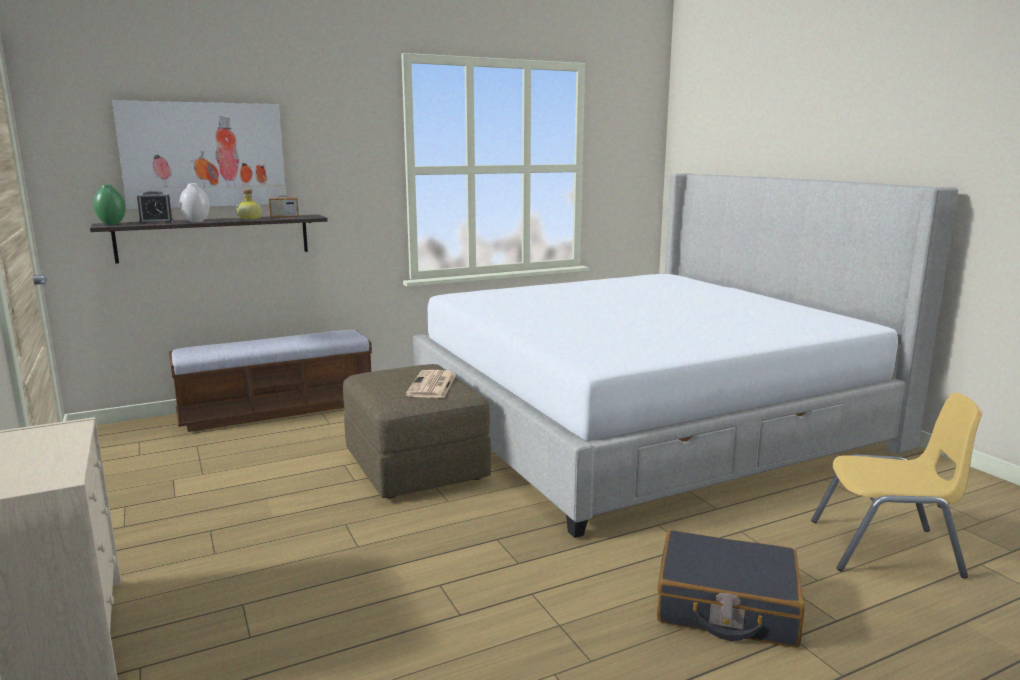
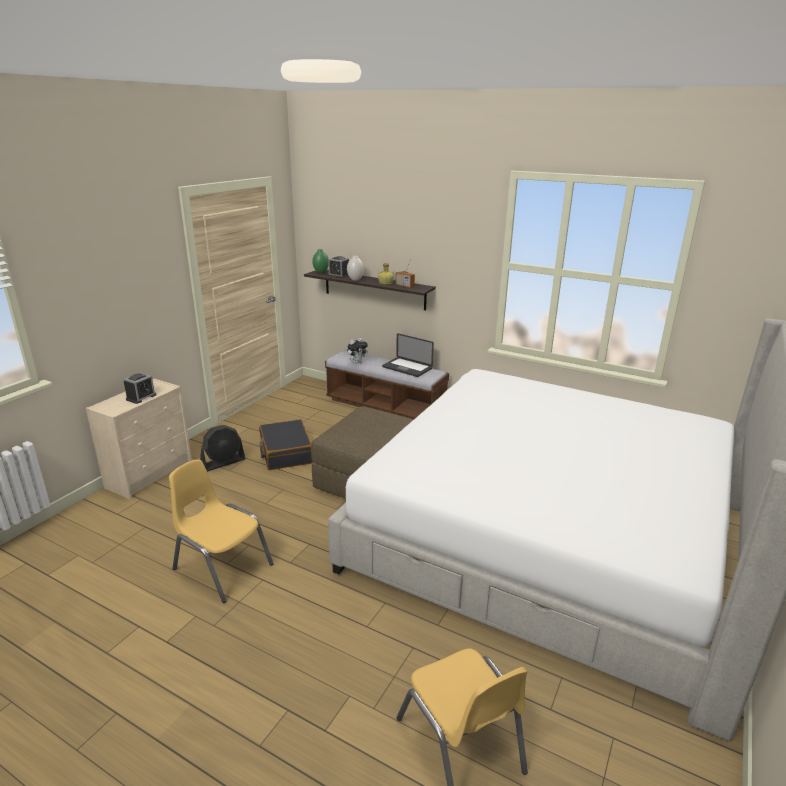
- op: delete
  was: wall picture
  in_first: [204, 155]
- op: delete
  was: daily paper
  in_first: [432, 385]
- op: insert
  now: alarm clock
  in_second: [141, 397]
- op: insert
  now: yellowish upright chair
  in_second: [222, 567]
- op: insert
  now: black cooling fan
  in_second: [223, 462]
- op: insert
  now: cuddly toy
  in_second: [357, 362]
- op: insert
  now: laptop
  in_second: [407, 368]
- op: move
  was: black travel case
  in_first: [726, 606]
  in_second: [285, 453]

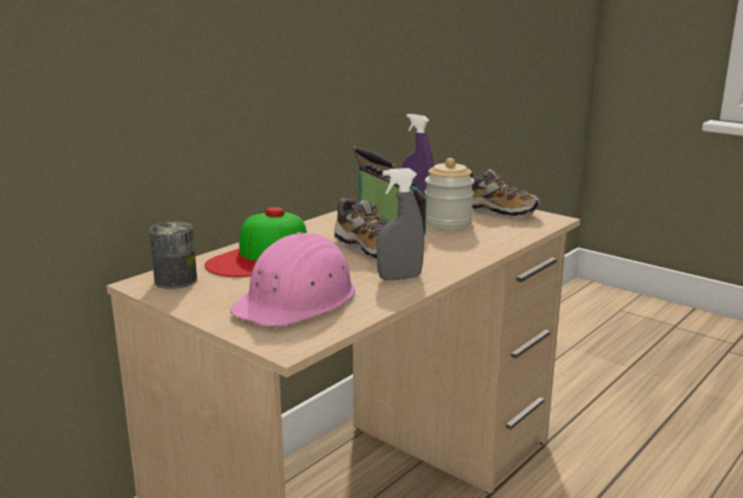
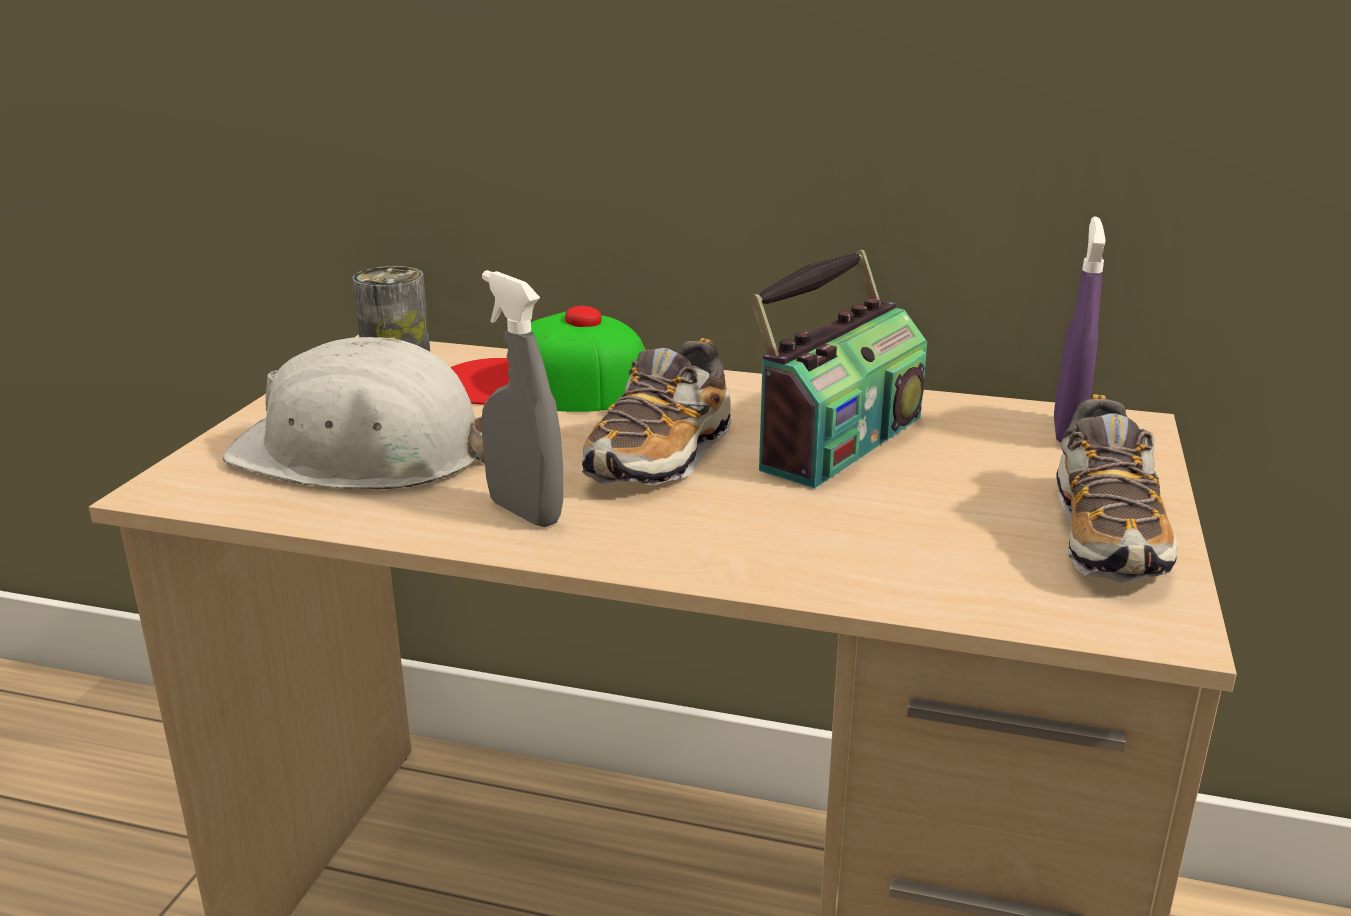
- op: delete
  was: storage jar
  in_first: [448, 222]
- op: recolor
  was: pink-coloured safety helmet
  now: white safety helmet
  in_first: [297, 299]
  in_second: [363, 453]

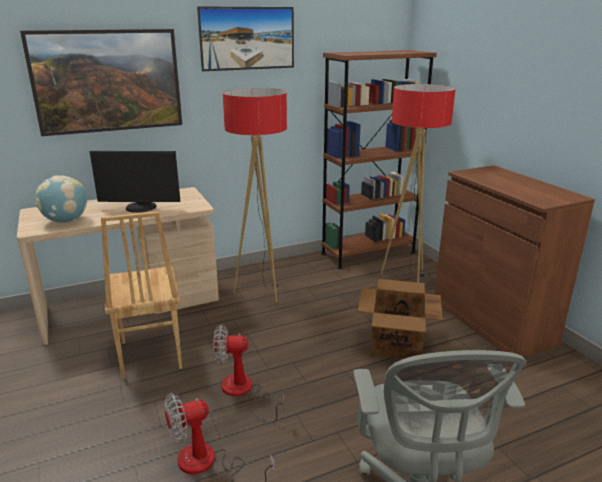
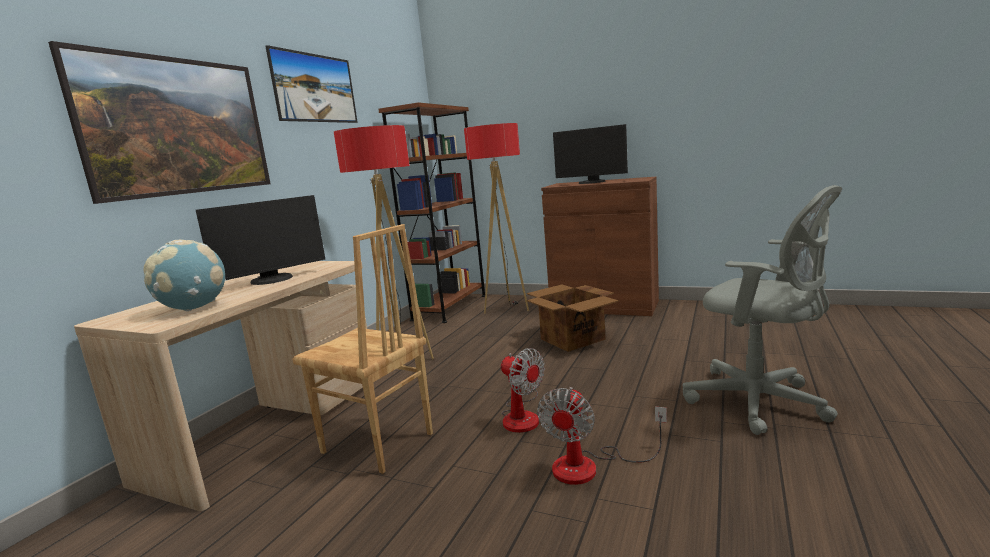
- op: insert
  now: computer display
  in_second: [591, 182]
- op: rotate
  was: cooling fan
  in_first: [243, 392]
  in_second: [522, 415]
  clockwise: -90

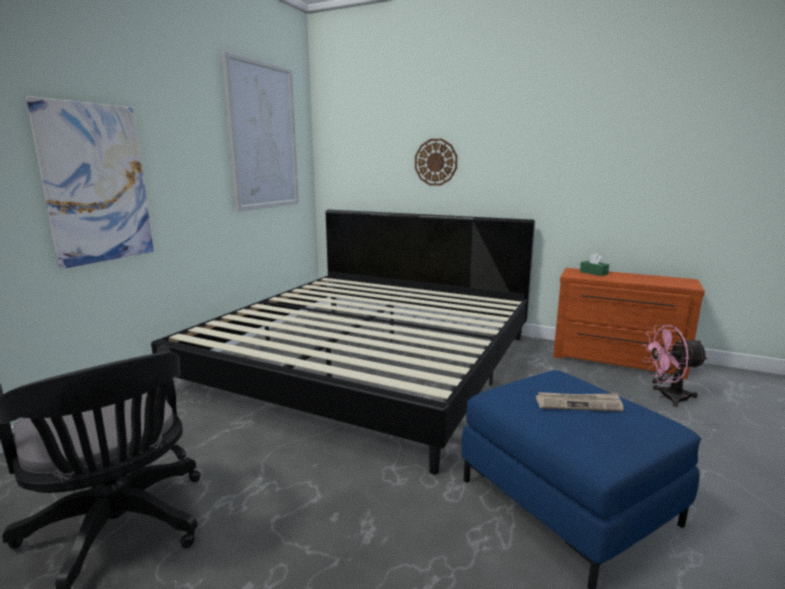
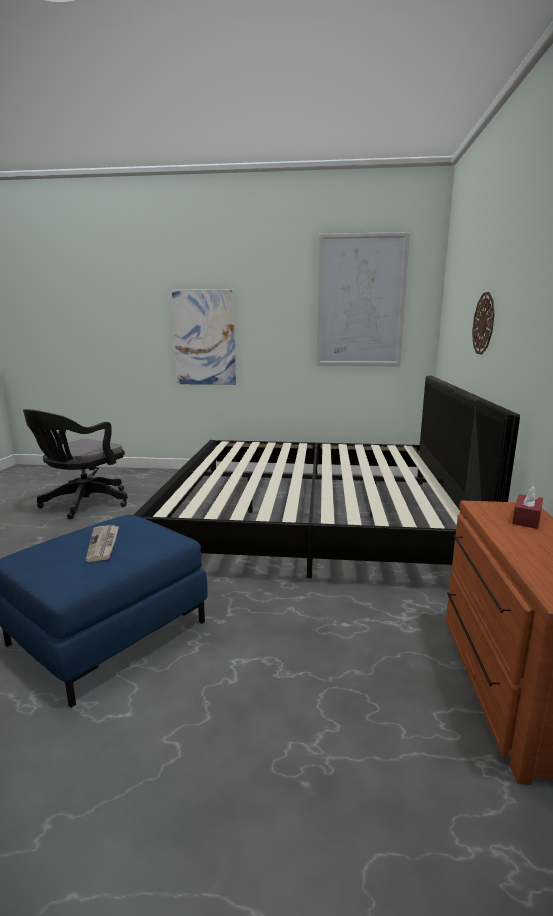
- op: delete
  was: pink-coloured cooling fan
  in_first: [667, 397]
- op: recolor
  was: green-coloured tissue box
  now: red tissue box
  in_first: [593, 273]
  in_second: [526, 519]

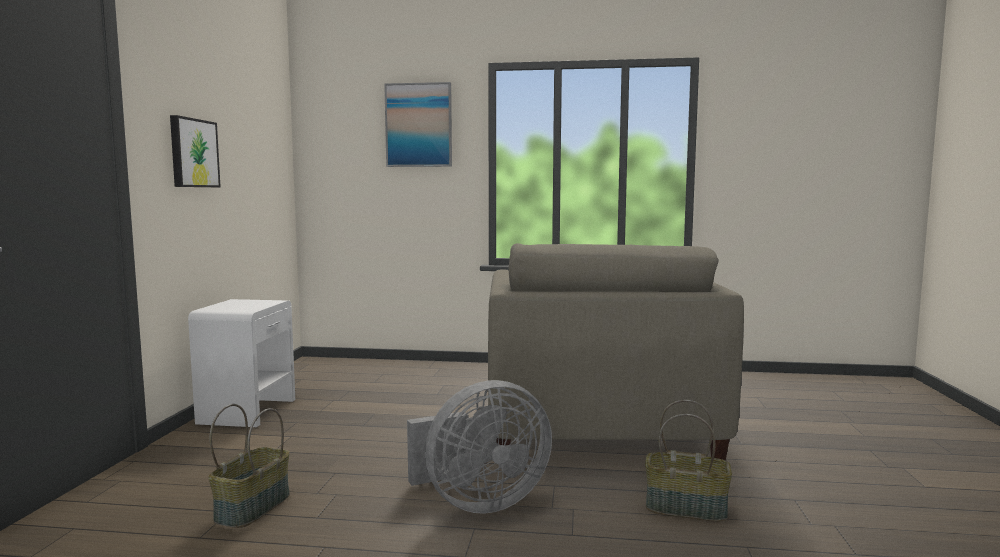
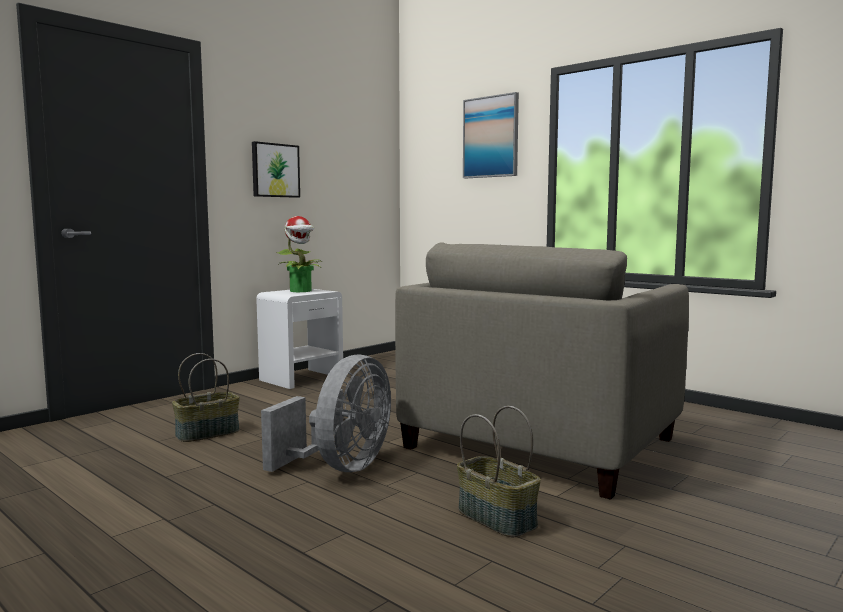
- op: insert
  now: plant in a pot
  in_second: [301, 291]
- op: rotate
  was: grey cooling fan
  in_first: [478, 502]
  in_second: [341, 467]
  clockwise: -75

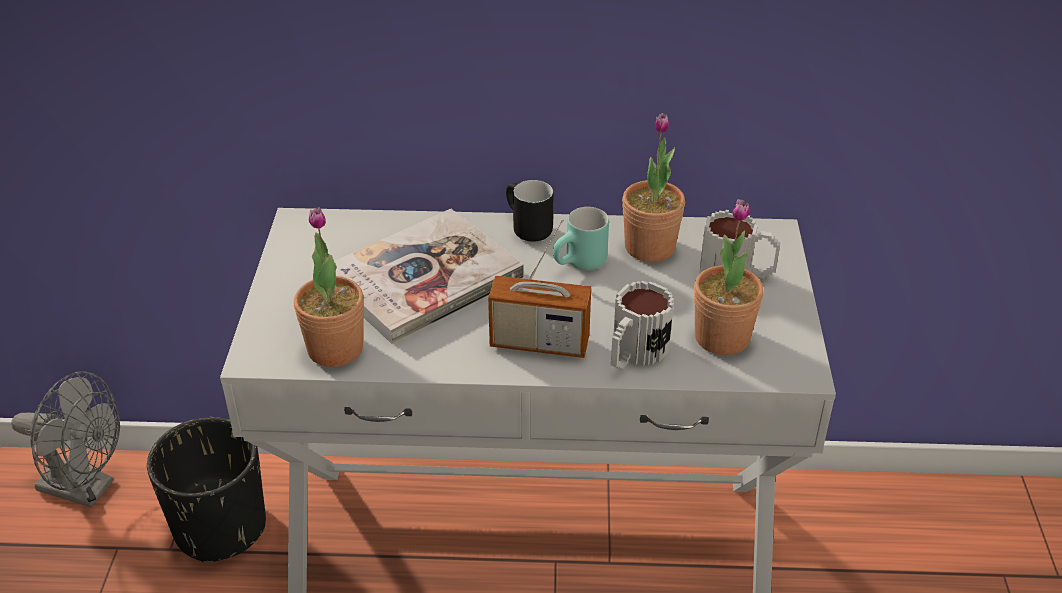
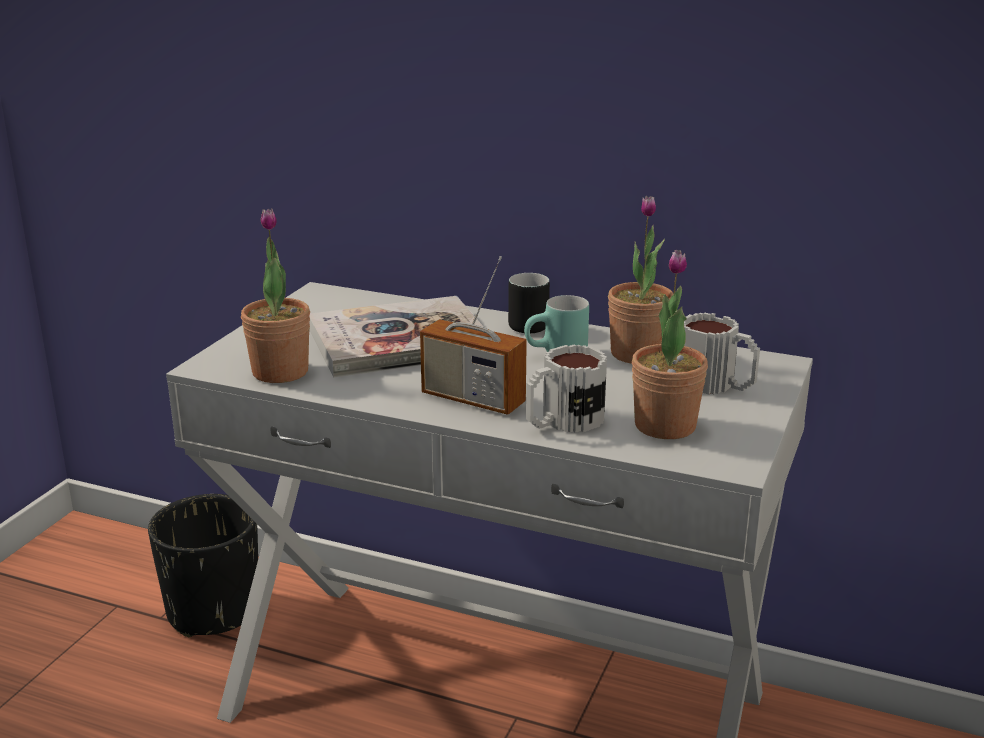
- op: delete
  was: grey cooling fan
  in_first: [86, 489]

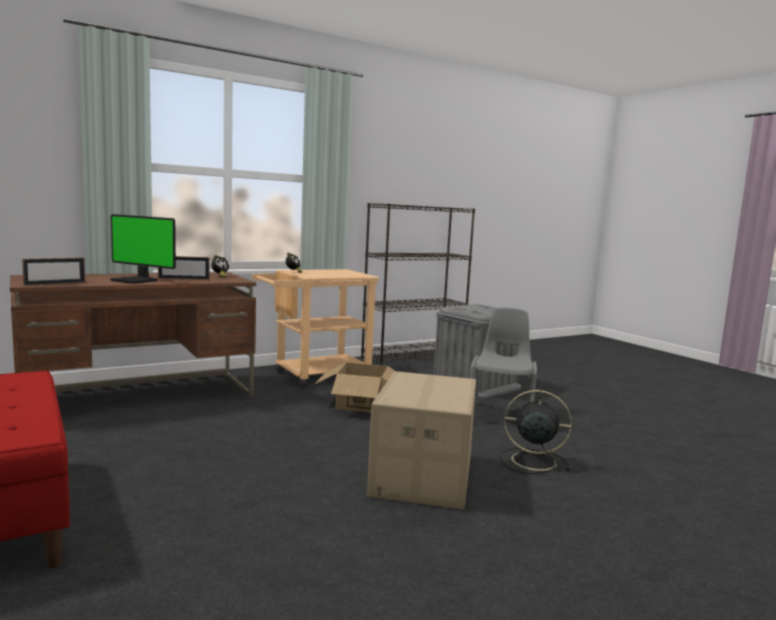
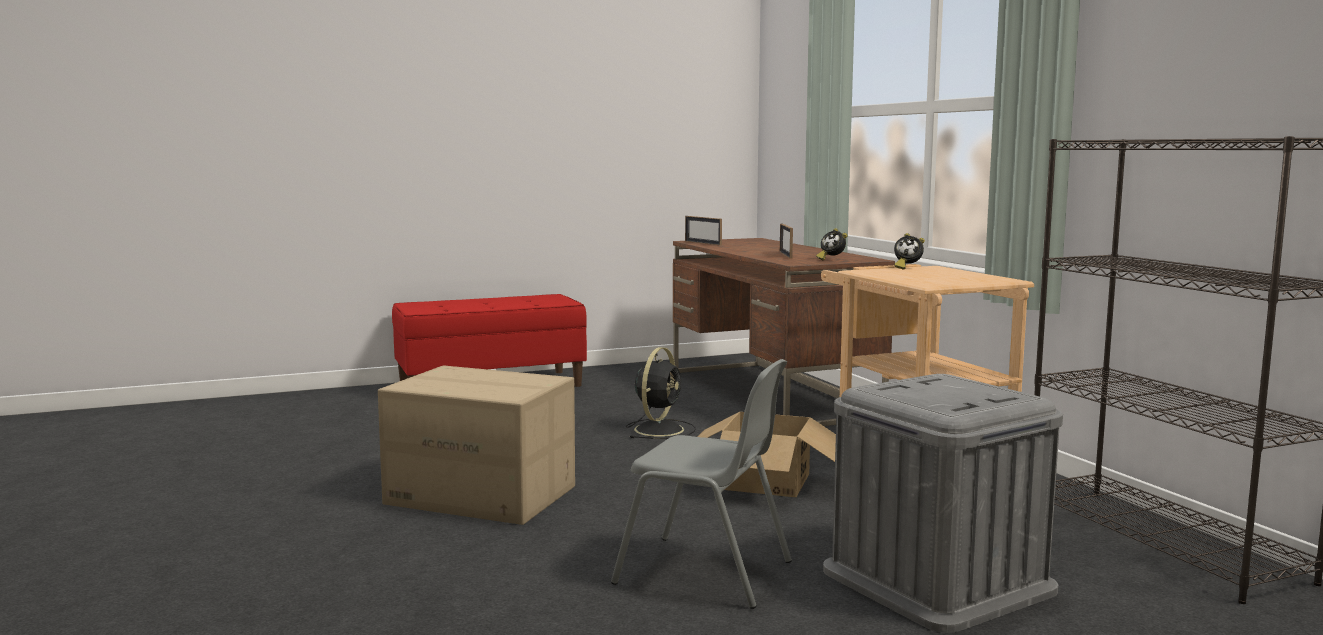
- op: delete
  was: computer display
  in_first: [136, 280]
- op: move
  was: black cooling fan
  in_first: [531, 461]
  in_second: [660, 429]

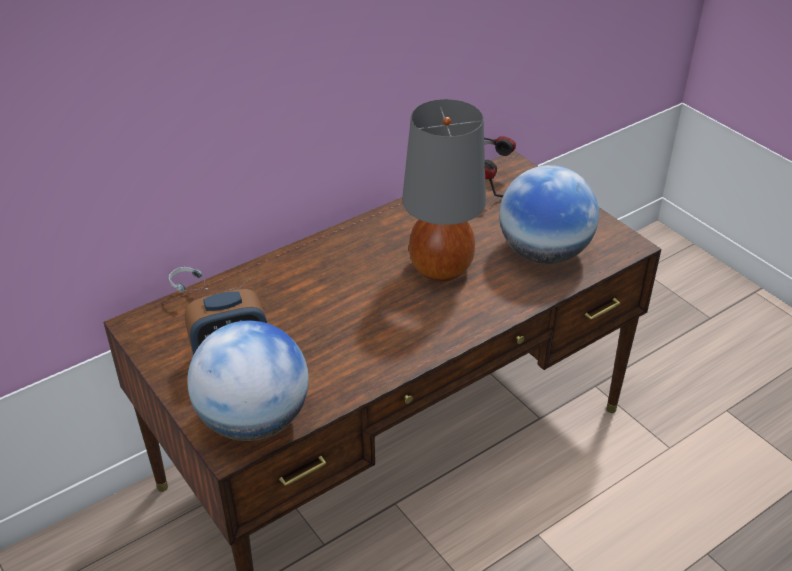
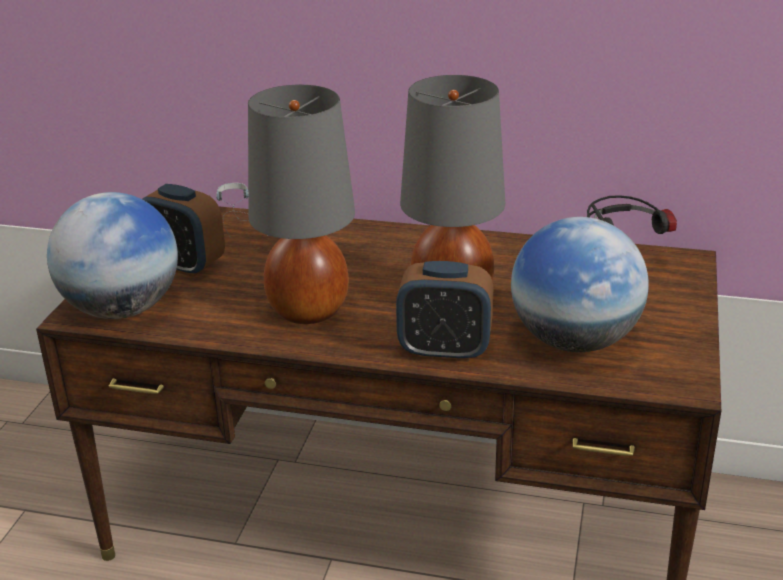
- op: insert
  now: grey tabletop lamp
  in_second: [307, 311]
- op: insert
  now: alarm clock
  in_second: [444, 350]

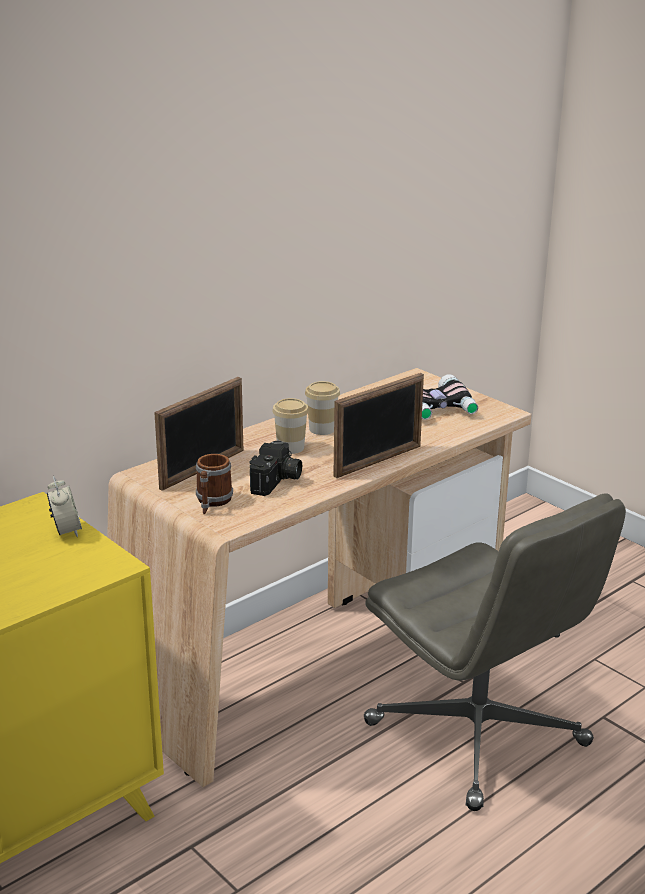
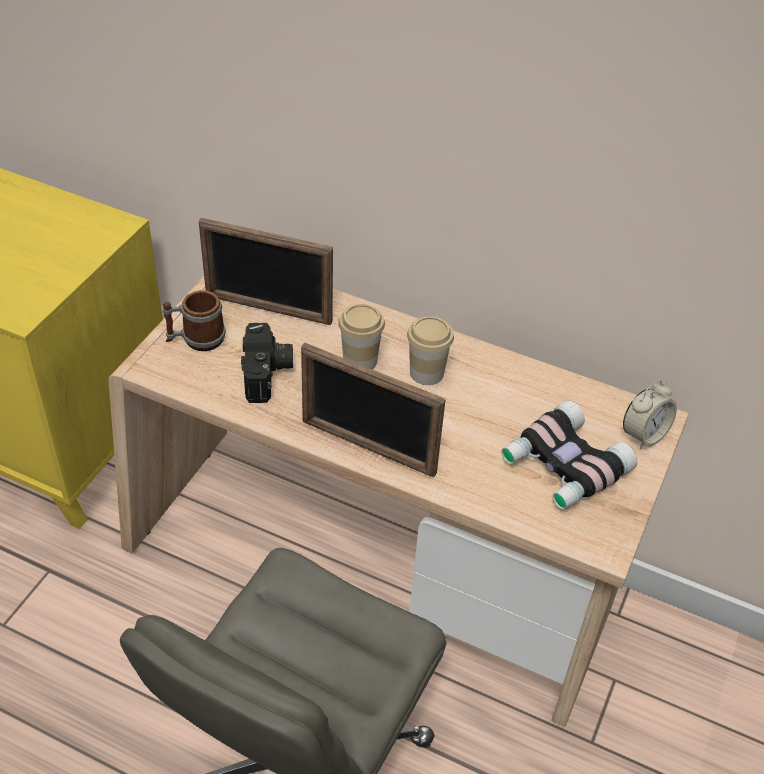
- op: move
  was: alarm clock
  in_first: [66, 531]
  in_second: [643, 435]
- op: rotate
  was: photo camera
  in_first: [277, 481]
  in_second: [268, 374]
  clockwise: -90

